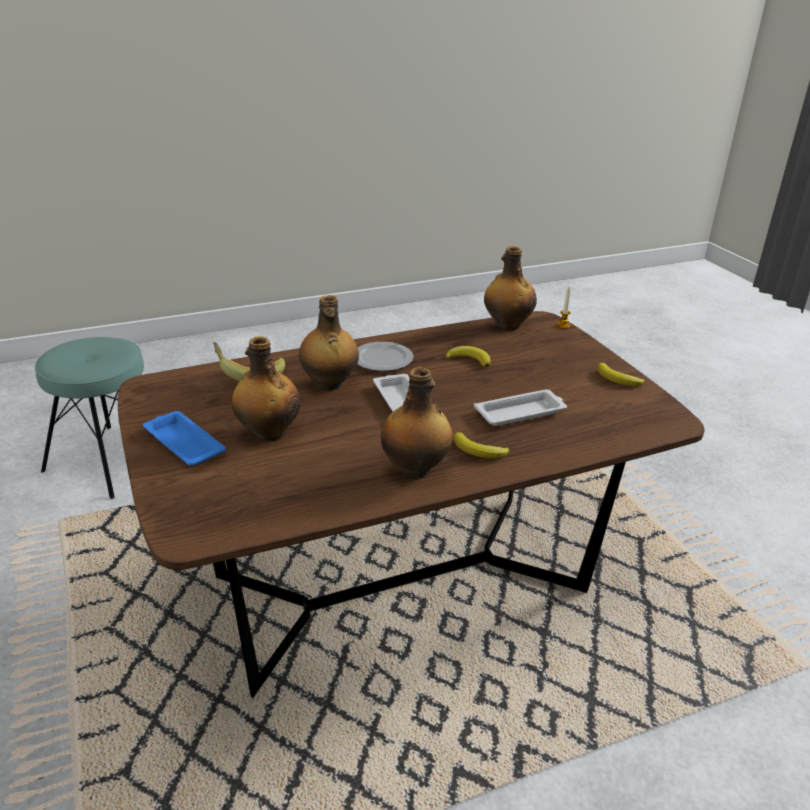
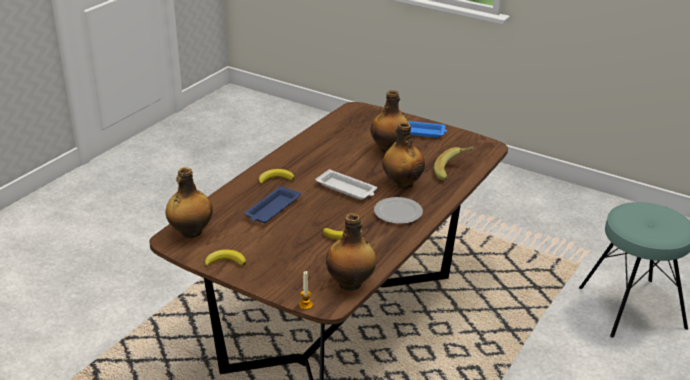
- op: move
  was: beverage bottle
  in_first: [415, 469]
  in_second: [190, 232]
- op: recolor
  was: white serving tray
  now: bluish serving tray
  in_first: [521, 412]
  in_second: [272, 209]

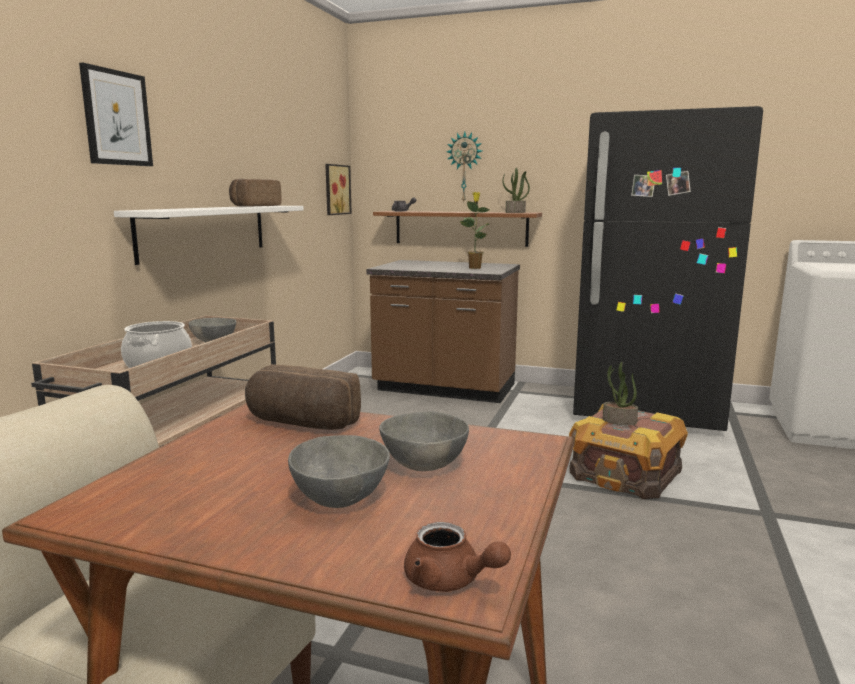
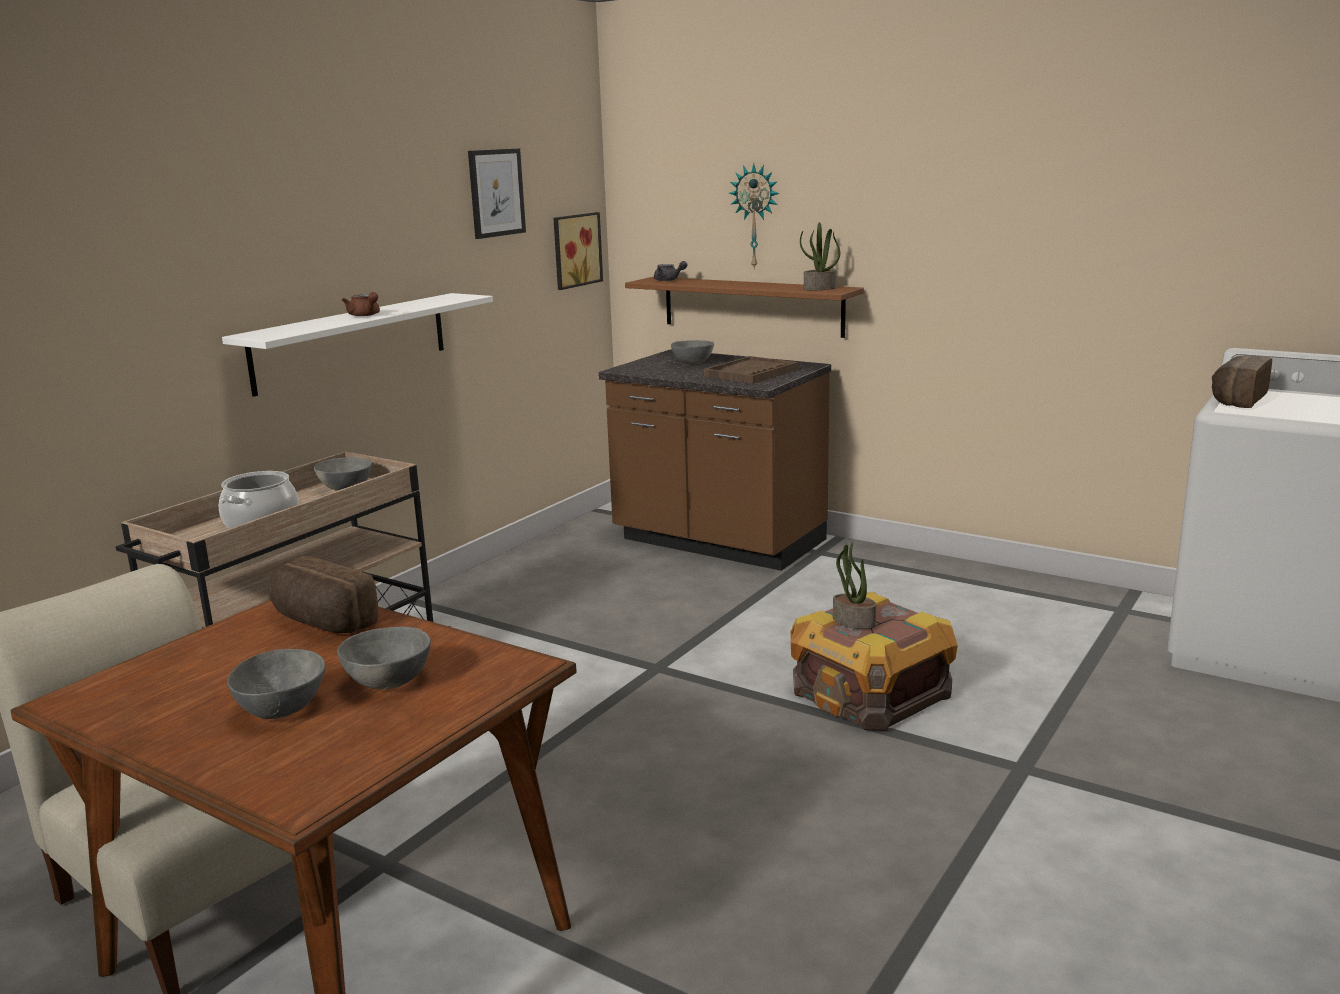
- op: delete
  was: black kitchen fridge
  in_first: [647, 411]
- op: insert
  now: grey bowl
  in_second: [693, 363]
- op: move
  was: wall picture
  in_first: [116, 118]
  in_second: [496, 193]
- op: move
  was: bakery bread
  in_first: [254, 206]
  in_second: [1236, 399]
- op: move
  was: brownish teapot
  in_first: [450, 581]
  in_second: [365, 315]
- op: replace
  was: plant in a pot
  now: brownish serving tray
  in_first: [475, 268]
  in_second: [751, 373]

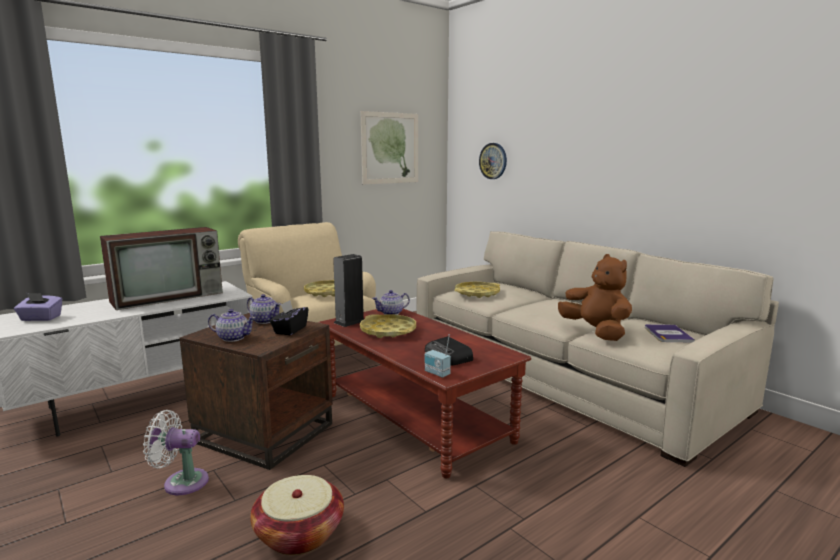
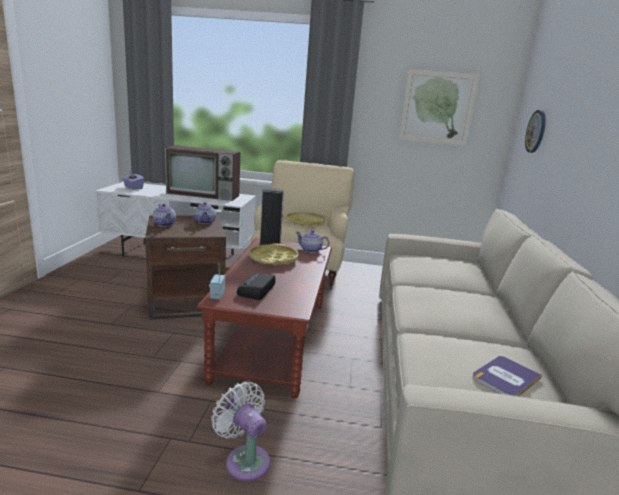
- op: delete
  was: basket
  in_first: [299, 533]
- op: delete
  was: black tissue box
  in_first: [290, 330]
- op: delete
  was: yellowish serving tray
  in_first: [477, 293]
- op: delete
  was: brownish cuddly toy
  in_first: [596, 332]
- op: move
  was: white cooling fan
  in_first: [181, 482]
  in_second: [245, 459]

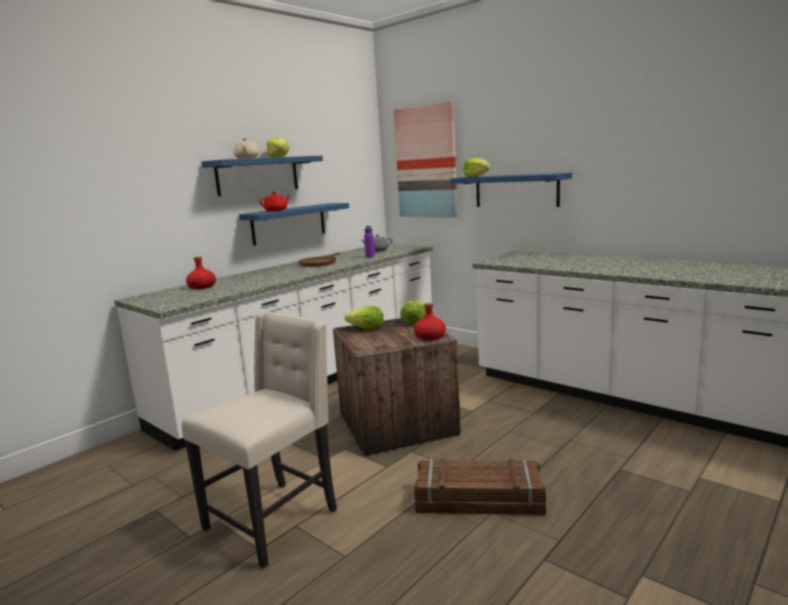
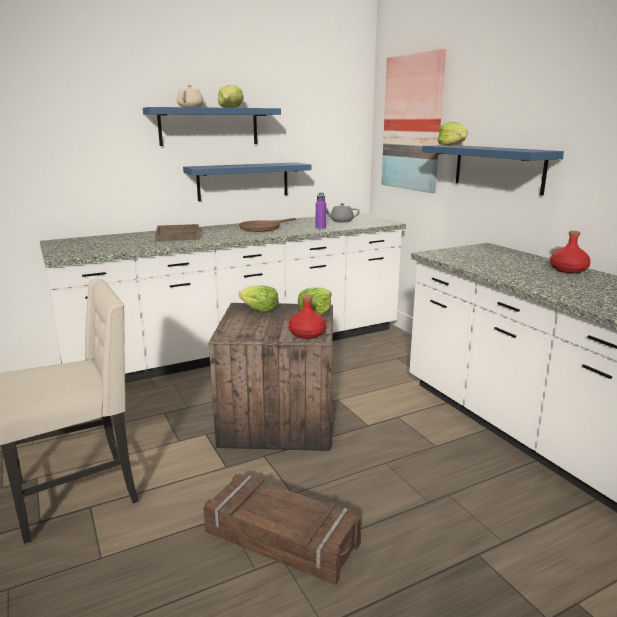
- op: delete
  was: red teapot
  in_first: [276, 210]
- op: insert
  now: brownish serving tray
  in_second: [178, 234]
- op: move
  was: red beverage bottle
  in_first: [202, 287]
  in_second: [568, 270]

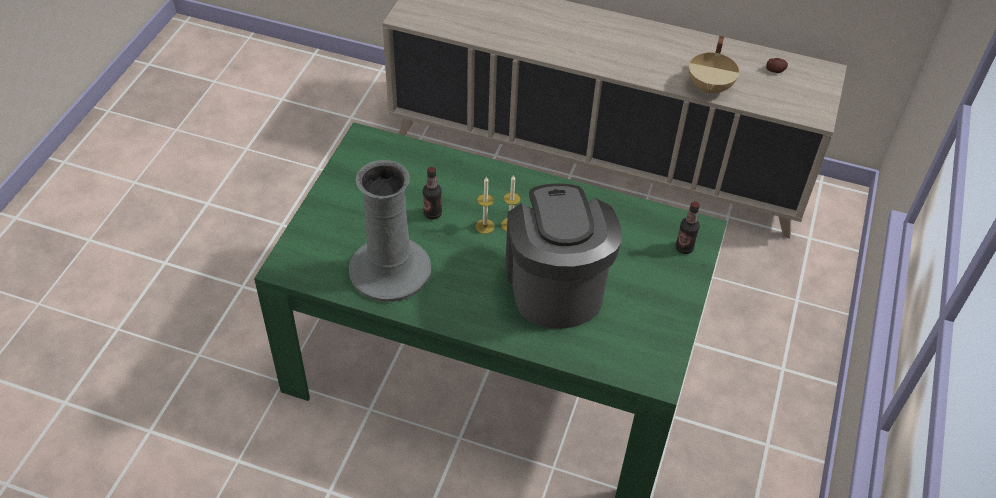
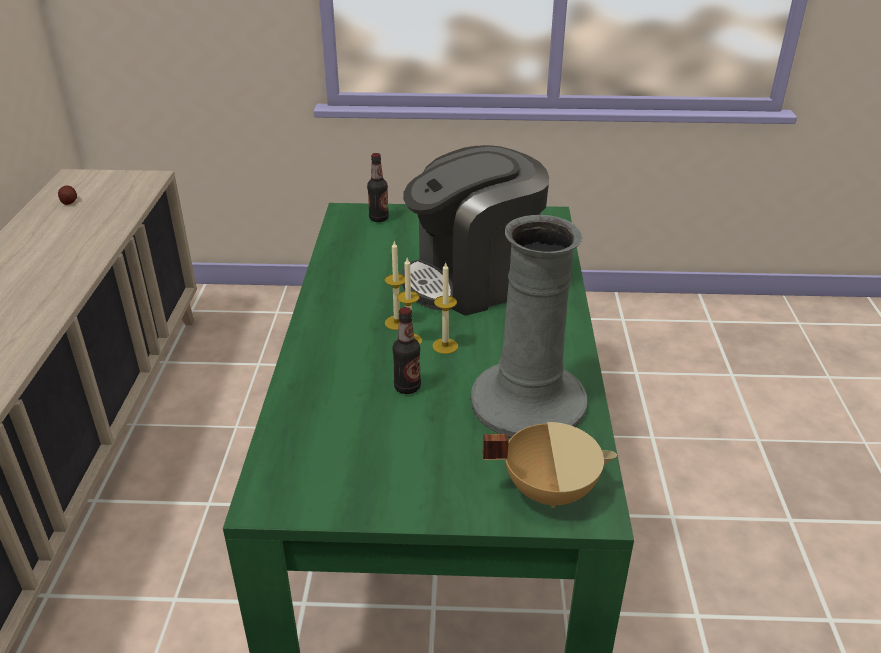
- op: insert
  now: wax light
  in_second: [445, 346]
- op: move
  was: beige saucepot
  in_first: [710, 87]
  in_second: [549, 489]

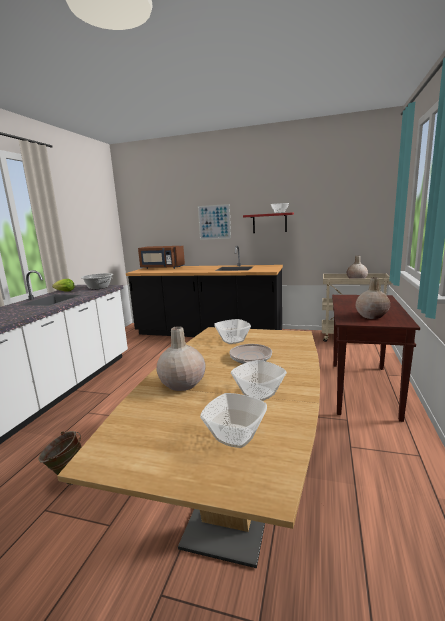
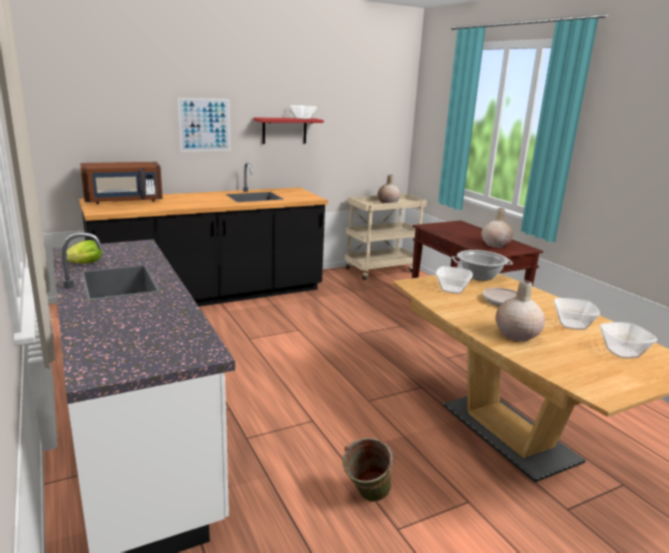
- op: move
  was: saucepot
  in_first: [98, 287]
  in_second: [479, 276]

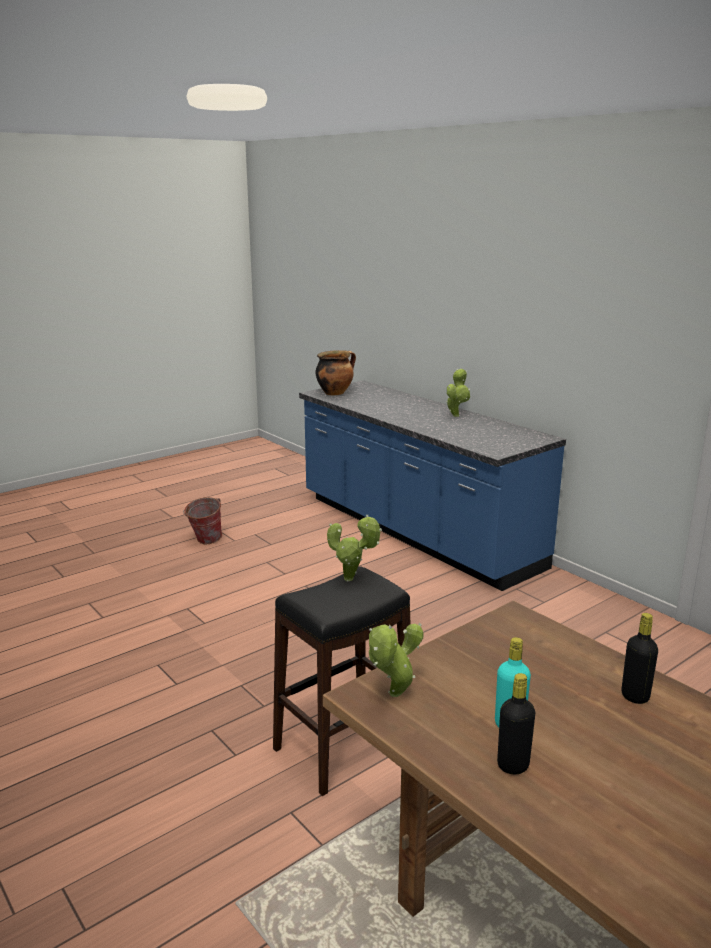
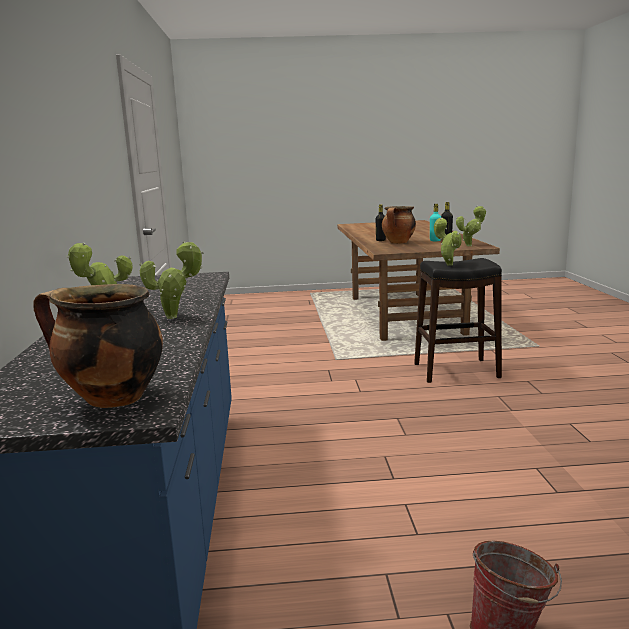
- op: insert
  now: plant in a pot
  in_second: [176, 317]
- op: insert
  now: saucepot
  in_second: [398, 243]

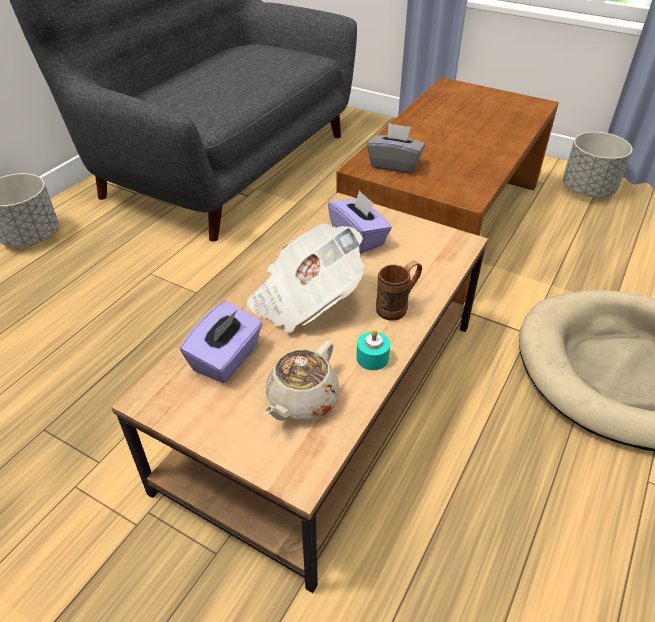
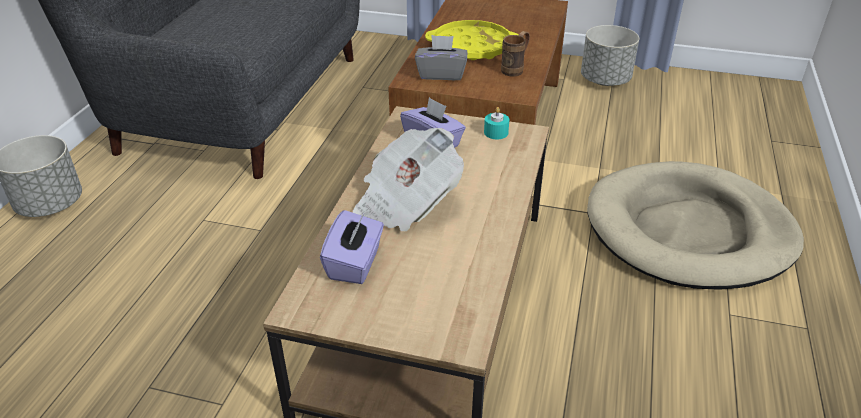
- op: delete
  was: beige teapot
  in_first: [301, 401]
- op: insert
  now: yellowish serving tray
  in_second: [471, 47]
- op: move
  was: blue-green wax light
  in_first: [372, 358]
  in_second: [496, 132]
- op: move
  was: brownish coffee mug
  in_first: [397, 307]
  in_second: [515, 69]

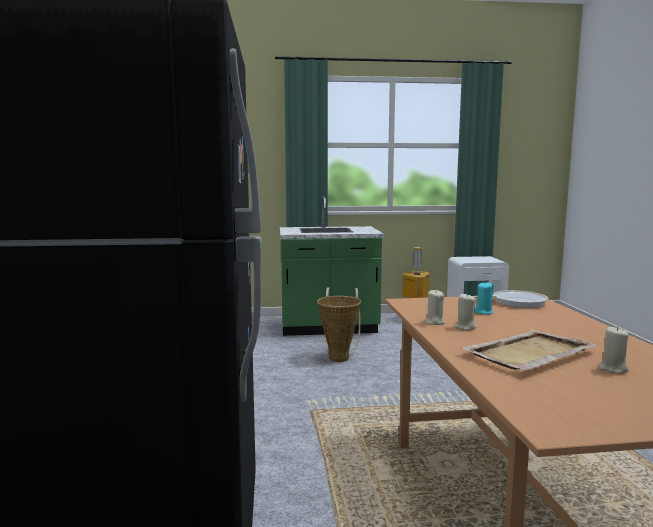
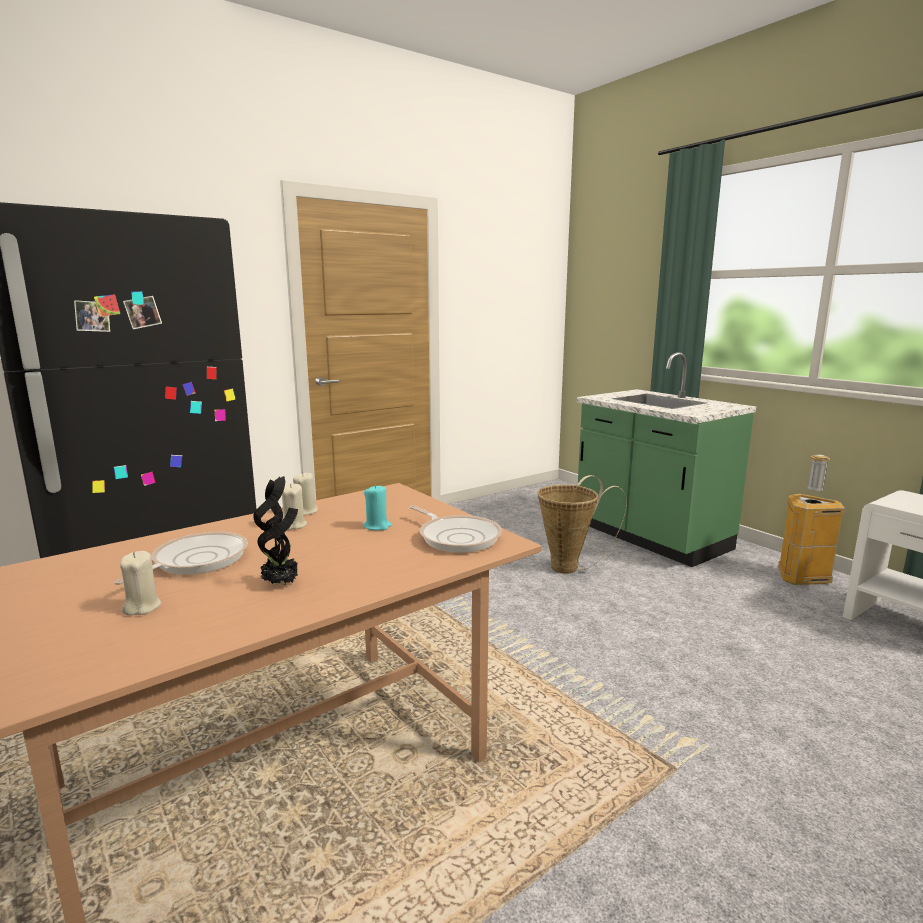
- op: insert
  now: plant in a pot
  in_second: [282, 584]
- op: replace
  was: beige serving tray
  now: pan
  in_first: [528, 353]
  in_second: [195, 561]

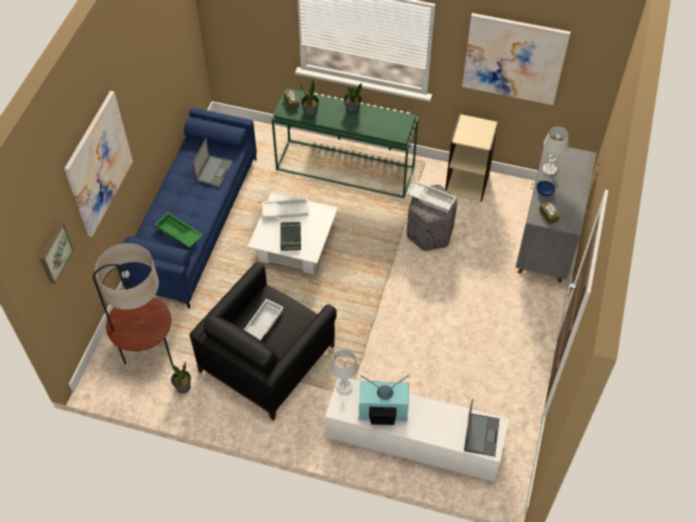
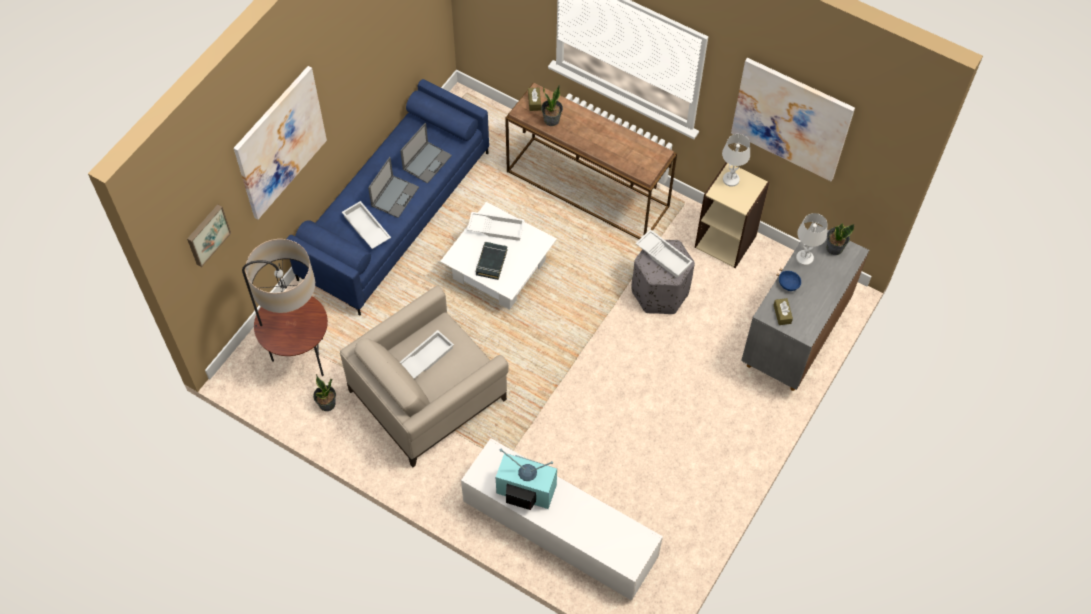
- op: move
  was: white tabletop lamp
  in_first: [344, 387]
  in_second: [731, 179]
- op: move
  was: plant in a pot
  in_first: [352, 109]
  in_second: [834, 248]
- op: move
  was: laptop
  in_first: [481, 434]
  in_second: [395, 196]
- op: recolor
  was: green-coloured serving tray
  now: white serving tray
  in_first: [178, 233]
  in_second: [365, 228]
- op: recolor
  was: black easy chair
  now: beige easy chair
  in_first: [267, 358]
  in_second: [428, 394]
- op: recolor
  was: green-coloured narrow table
  now: brownish narrow table
  in_first: [346, 168]
  in_second: [589, 189]

